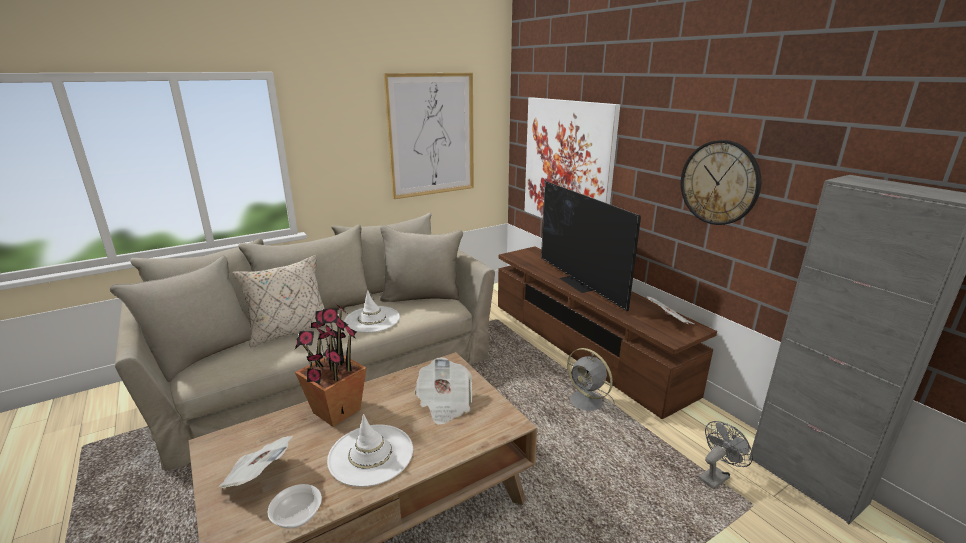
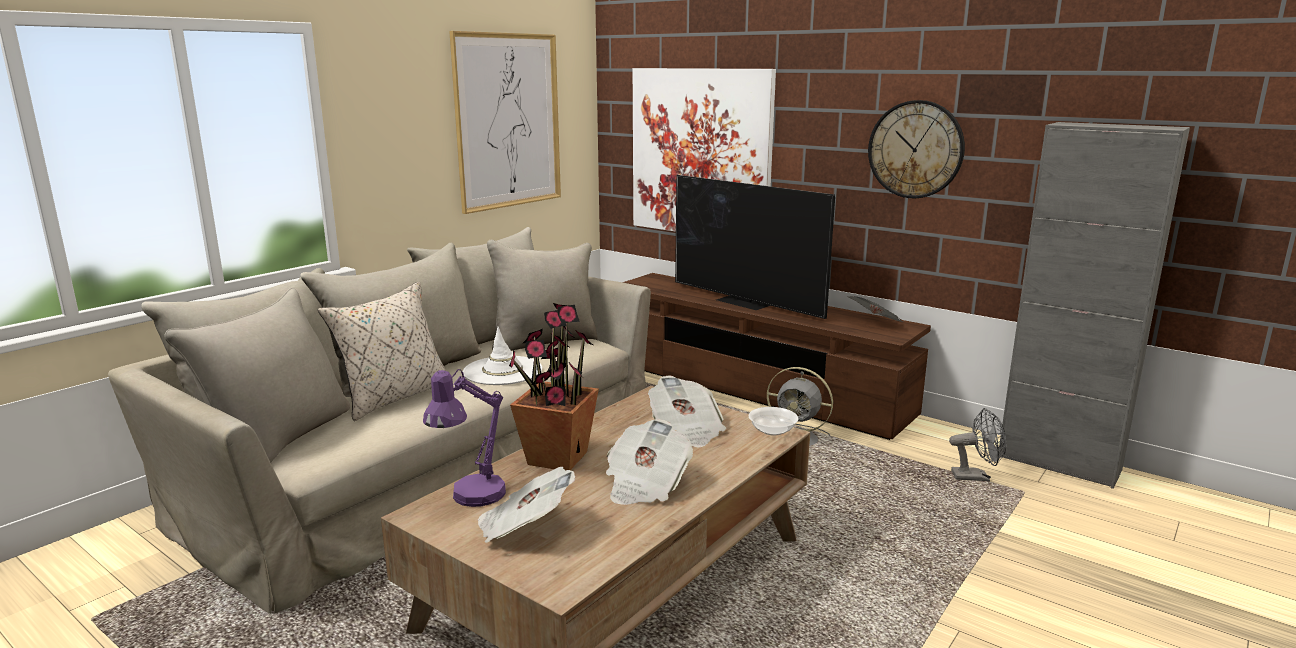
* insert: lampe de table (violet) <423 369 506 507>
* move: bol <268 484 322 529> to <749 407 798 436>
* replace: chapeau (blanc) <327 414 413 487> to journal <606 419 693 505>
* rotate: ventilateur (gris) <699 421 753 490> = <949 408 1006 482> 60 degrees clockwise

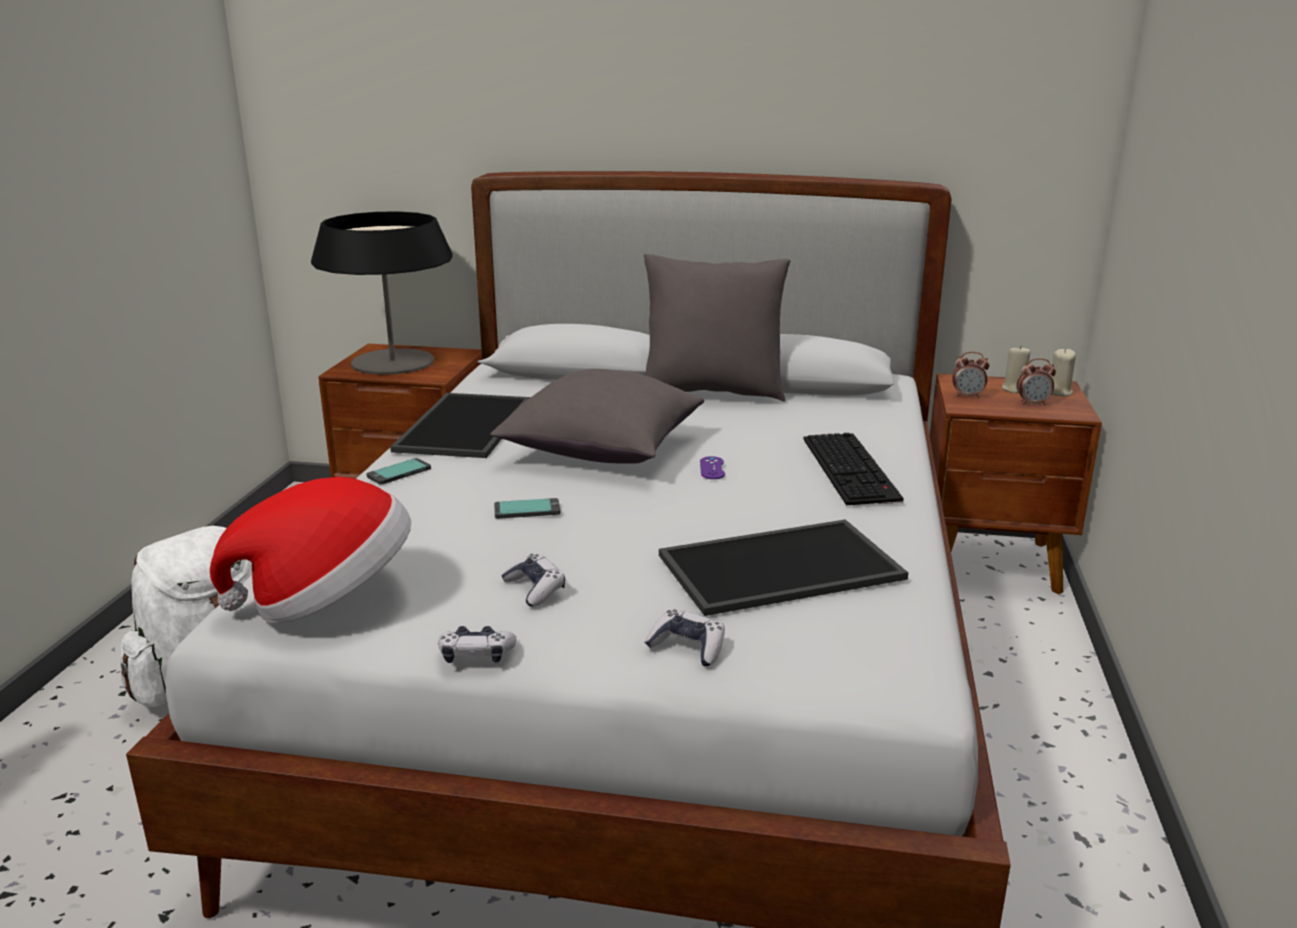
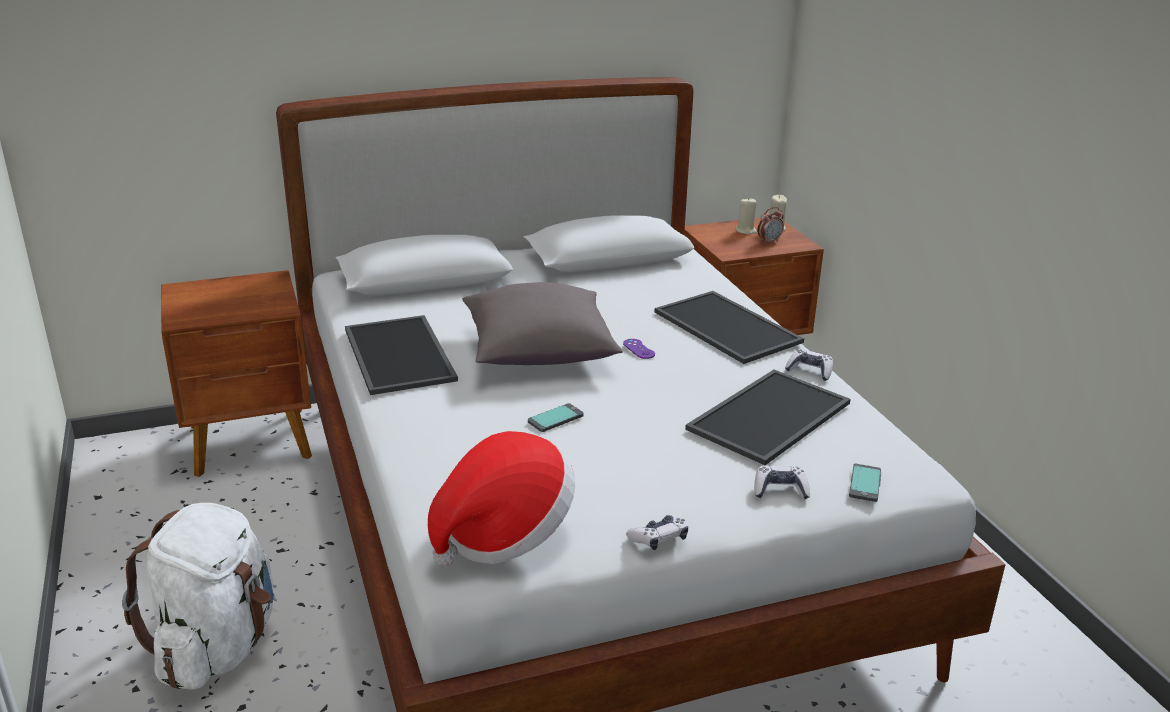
* delete: lampe de table <311 211 452 375>
* delete: coussin (gris) <644 254 791 402>
* delete: réveil <952 352 989 398>
* move: téléphone <366 458 431 485> to <849 464 881 502>
* move: manette <501 554 565 607> to <785 349 833 381>
* replace: clavier <803 433 904 505> to plateau <655 291 804 364>

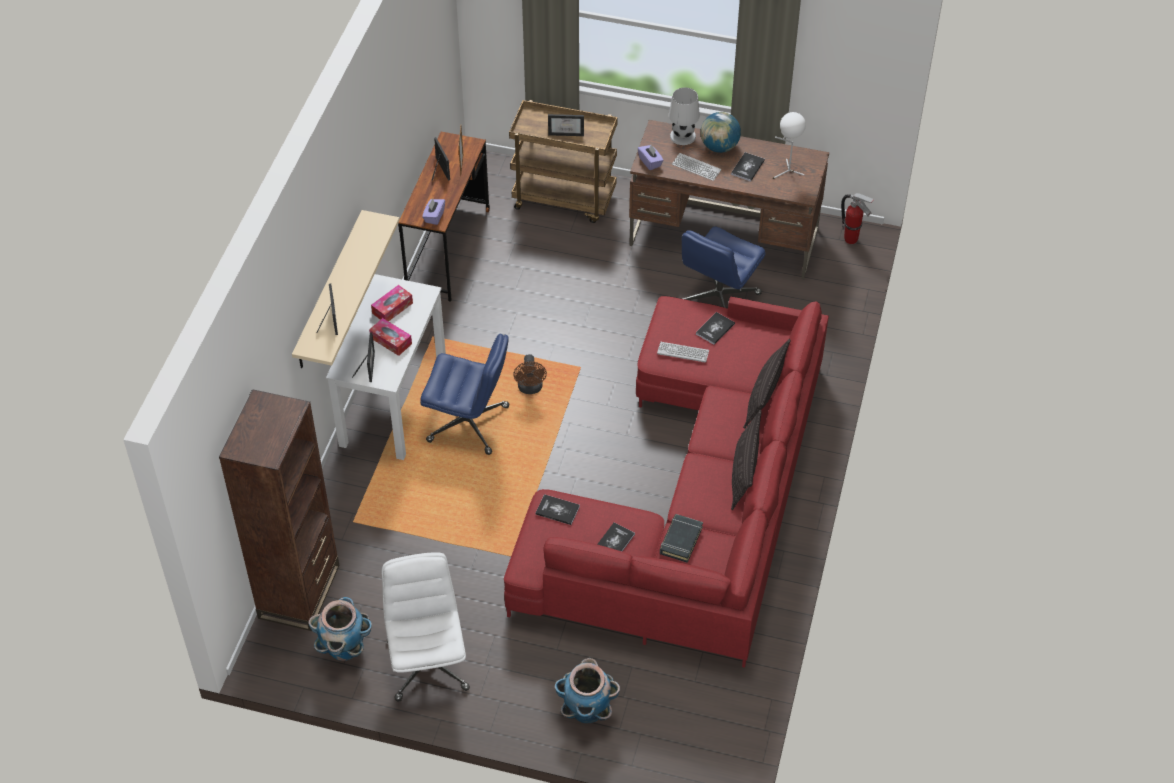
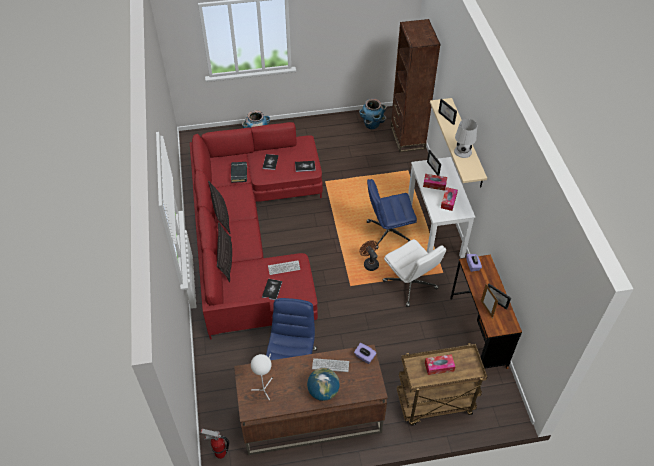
* delete: livre <731 152 765 182>
* move: chaise de bureau (blanc) <382 552 470 701> to <383 239 446 307>
* move: lampe de table (blanc) <669 88 700 145> to <454 119 477 158>
* replace: cadre photo <548 114 584 136> to boîte à mouchoirs <425 354 455 375>

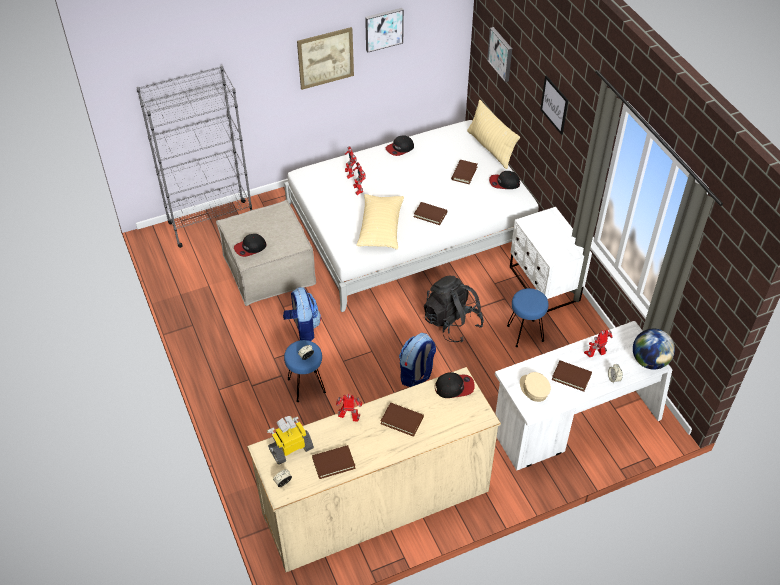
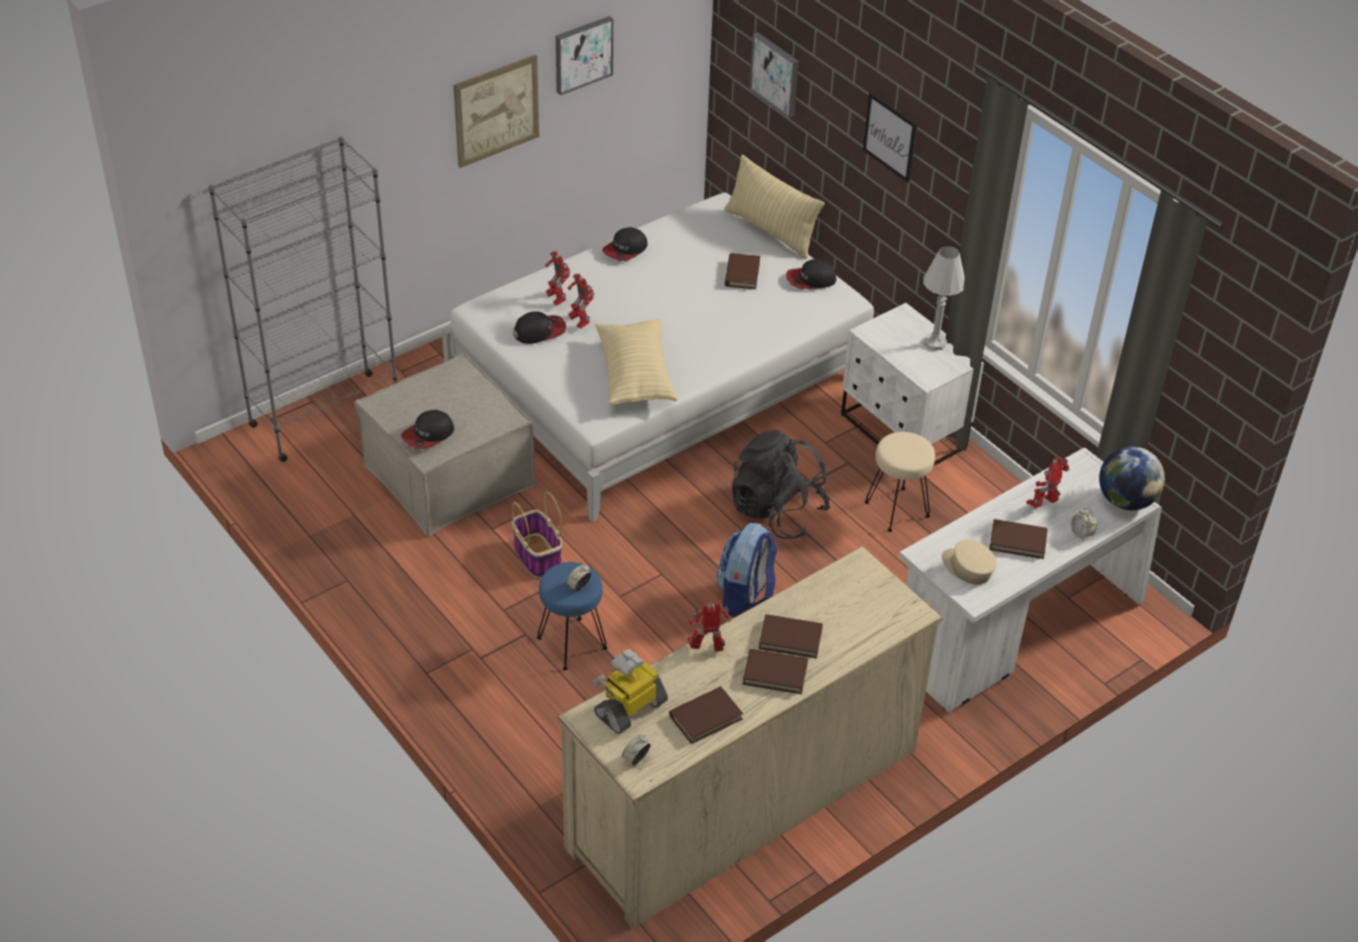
* insert: lampe de table (blanc) <923 246 964 350>
* move: livre (marron) <414 202 447 225> to <743 649 808 694>
* move: casquette <435 372 475 398> to <513 311 566 344>
* replace: sac à dos <283 287 321 341> to panier <512 492 562 578>
* recolor: tabouret (bleu) <507 288 548 347> to tabouret (beige) <865 432 935 532>

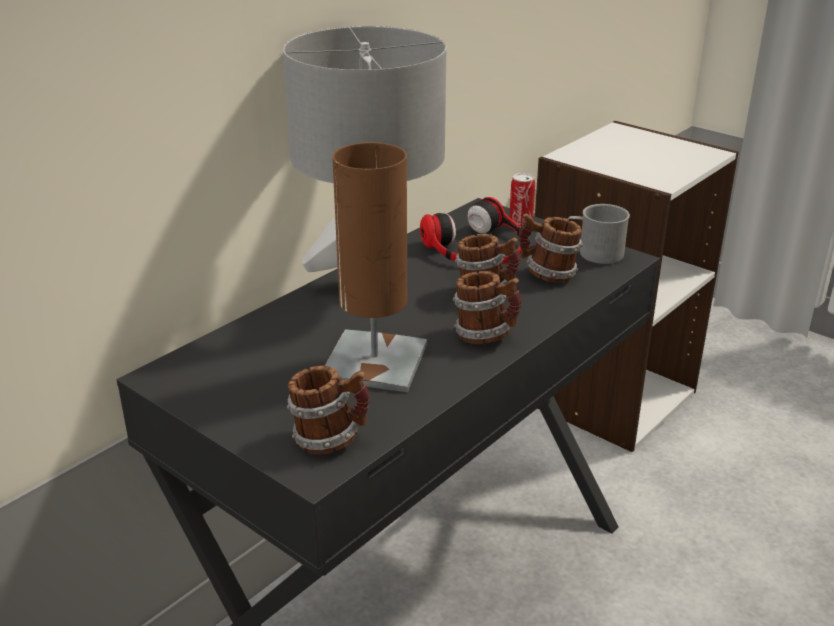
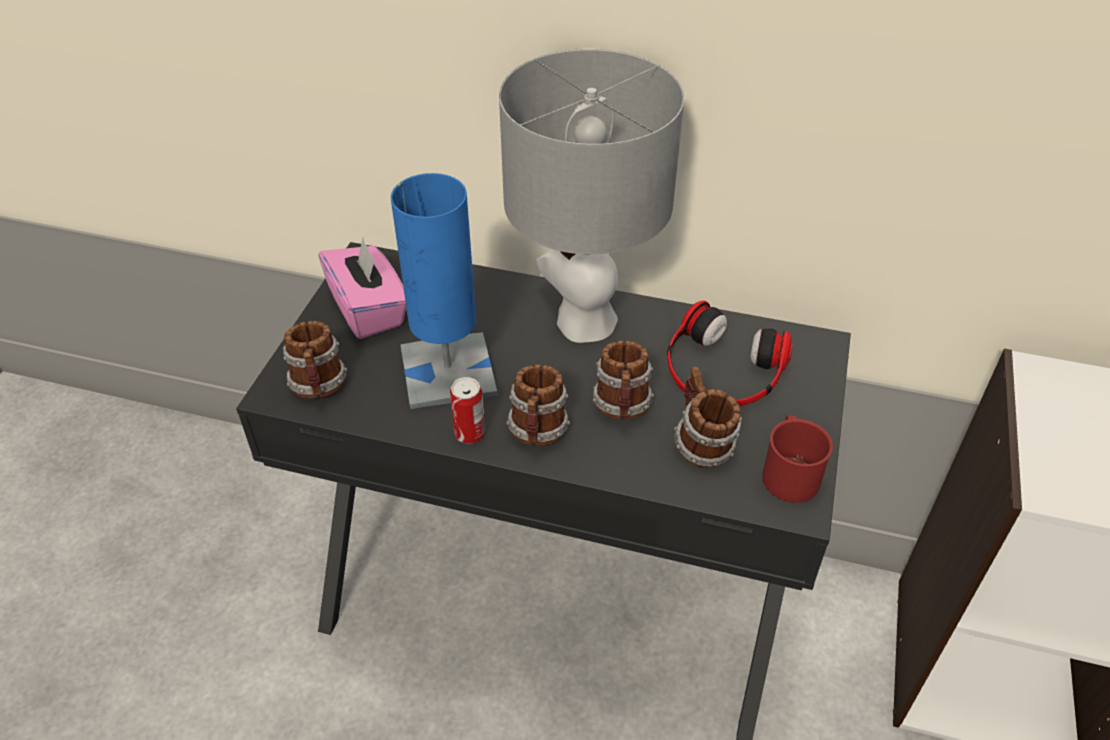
* insert: boîte à mouchoirs (rose) <318 238 406 339>
* move: boîte métallique <509 173 535 227> to <450 377 485 444>
* recolor: lampe de table (marron) <325 142 427 392> to lampe de table (bleu) <391 173 498 409>
* recolor: mug (gris) <568 204 630 264> to mug (rouge) <762 415 833 503>

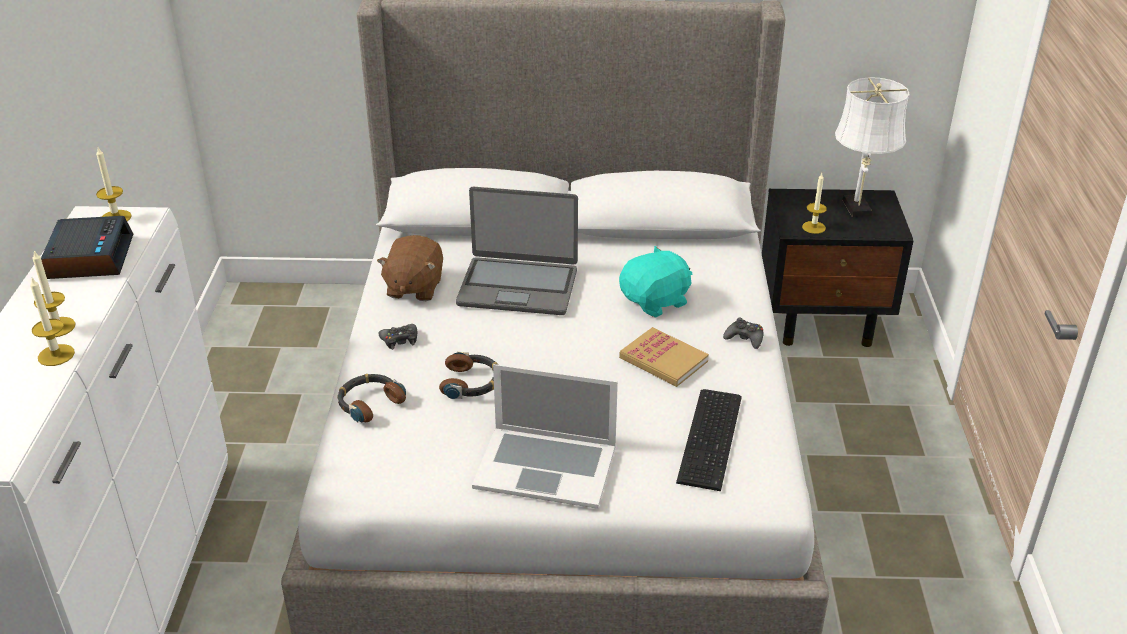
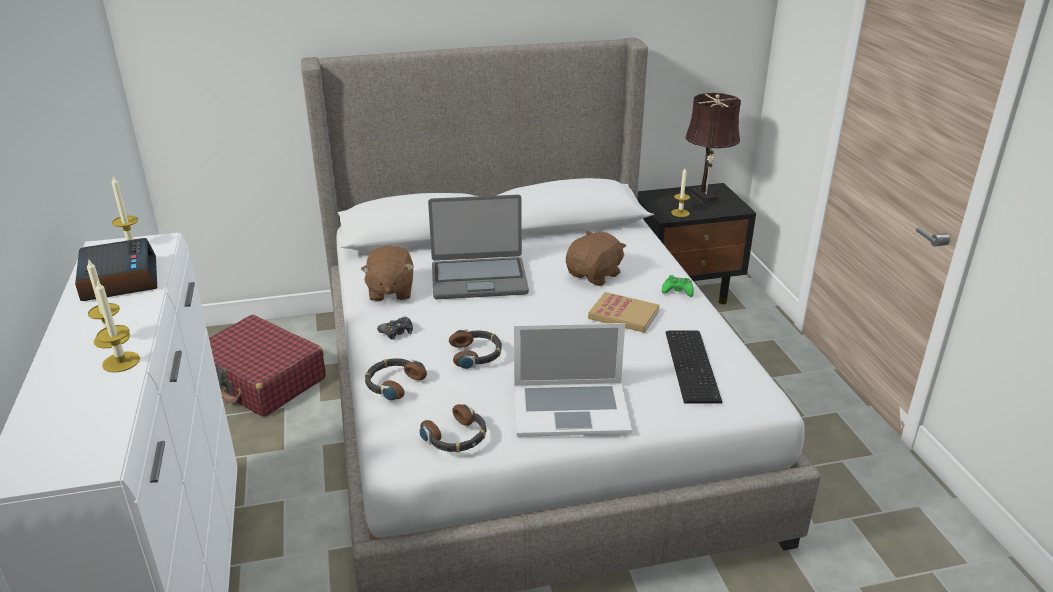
* insert: valise (rouge) <209 315 326 417>
* insert: casque audio <420 404 487 452>
* recolor: peluche (turquoise) <619 246 692 318> to peluche (marron) <566 230 626 286>
* recolor: manette (noir) <723 318 764 349> to manette (vert) <662 275 694 297>
* recolor: lampe de table (blanc) <835 77 910 217> to lampe de table (marron) <686 93 741 203>

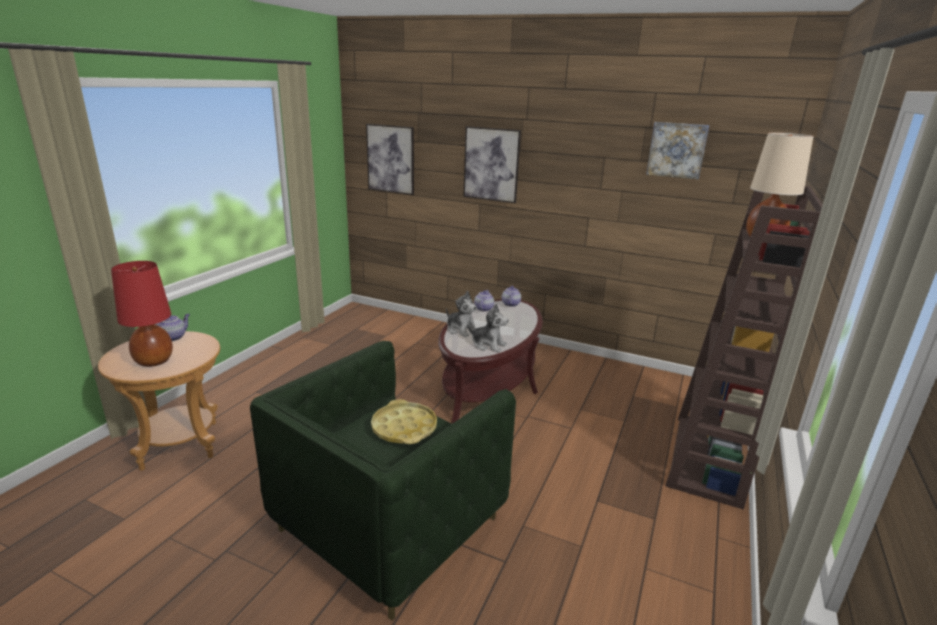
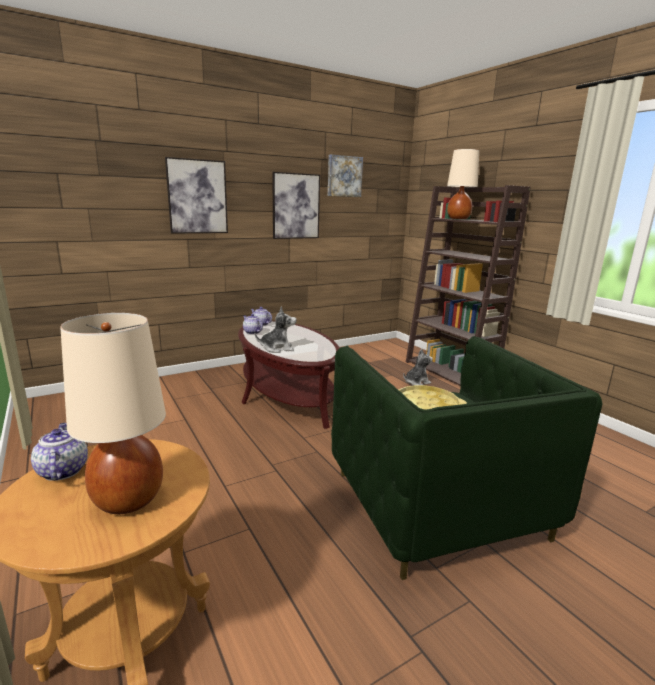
* move: tableau <366 124 414 195> to <272 172 320 239>
* move: peluche <468 304 509 352> to <403 349 433 386>
* recolor: lampe de table (rouge) <111 261 173 367> to lampe de table (beige) <60 313 166 514>

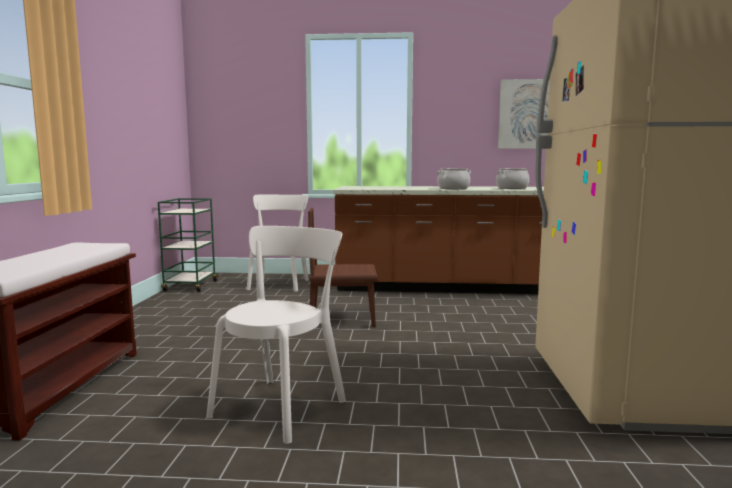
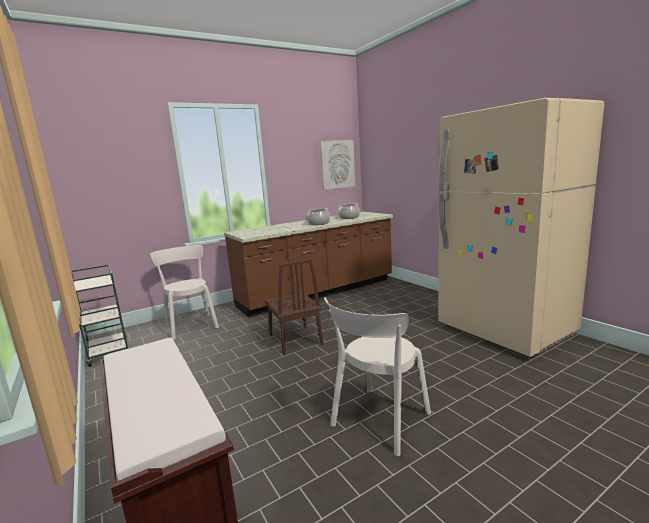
* rotate: chaise (blanc) <206 226 346 444> = <324 297 431 456> 135 degrees counterclockwise
* rotate: chaise (marron) <308 208 378 327> = <265 259 324 355> 75 degrees counterclockwise

